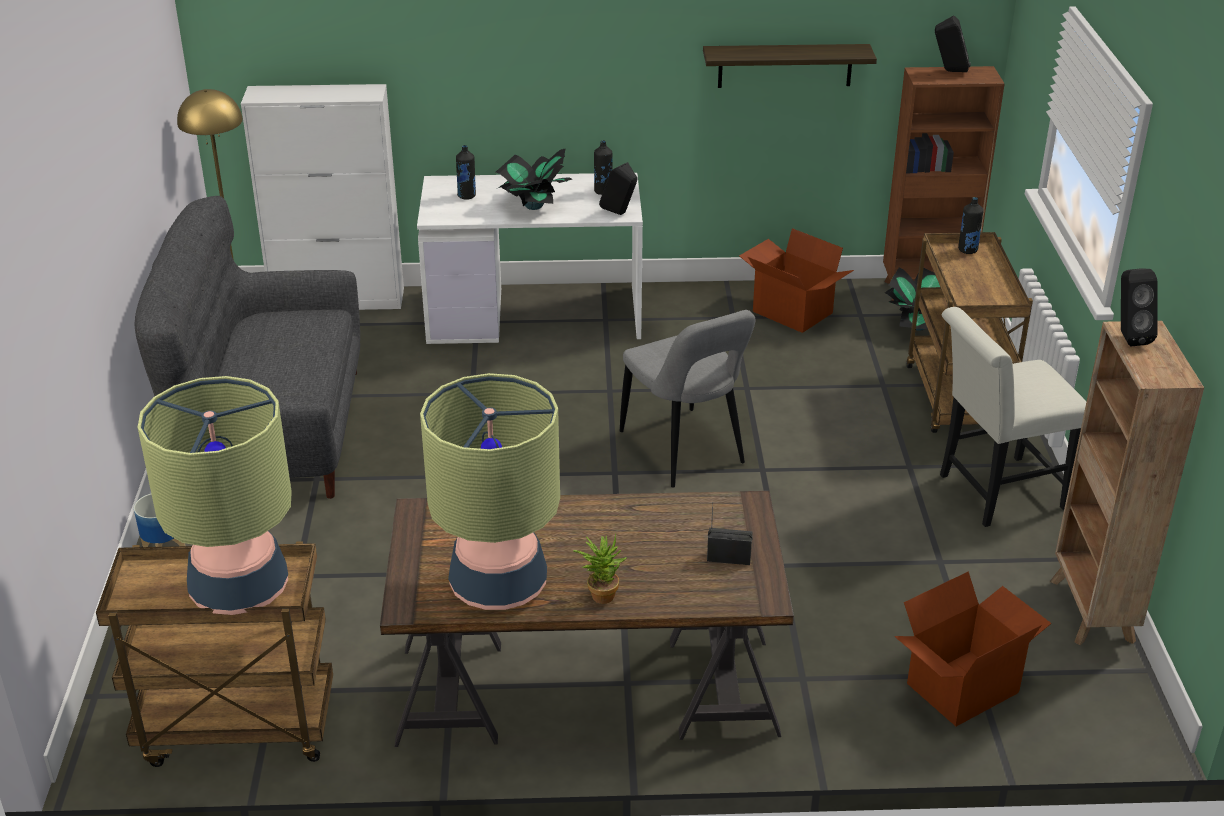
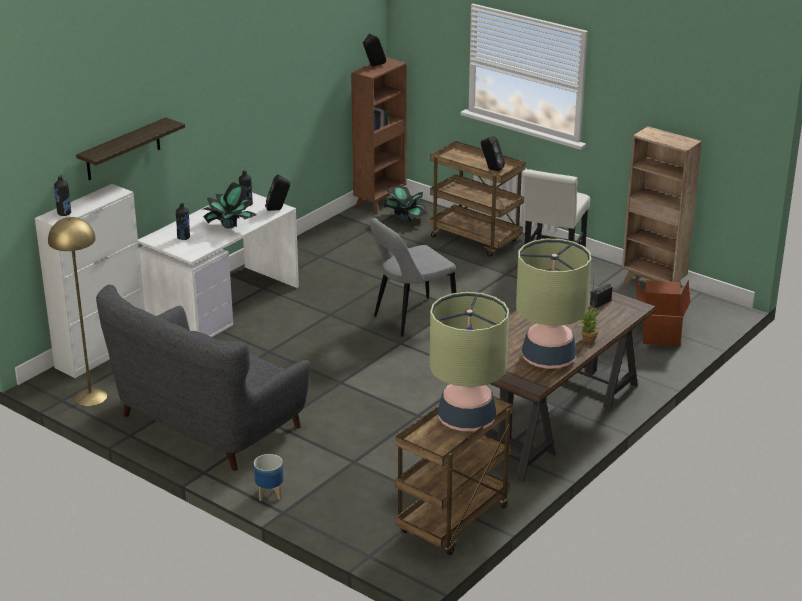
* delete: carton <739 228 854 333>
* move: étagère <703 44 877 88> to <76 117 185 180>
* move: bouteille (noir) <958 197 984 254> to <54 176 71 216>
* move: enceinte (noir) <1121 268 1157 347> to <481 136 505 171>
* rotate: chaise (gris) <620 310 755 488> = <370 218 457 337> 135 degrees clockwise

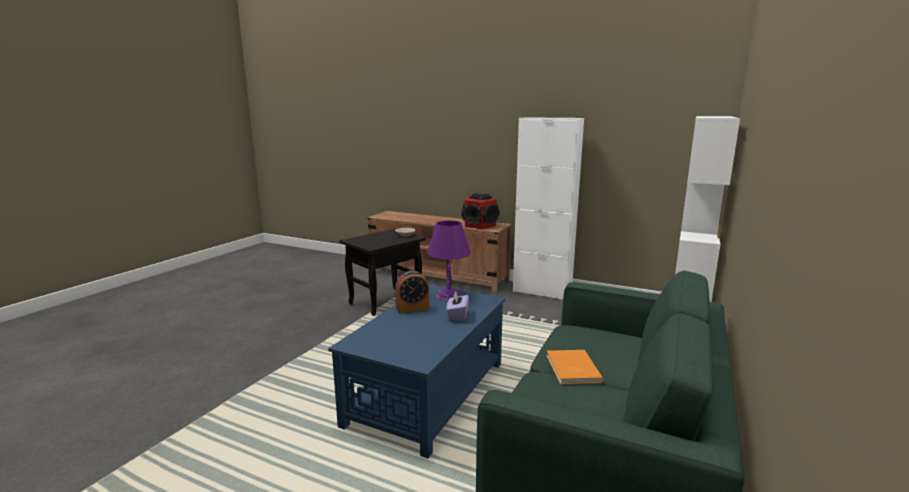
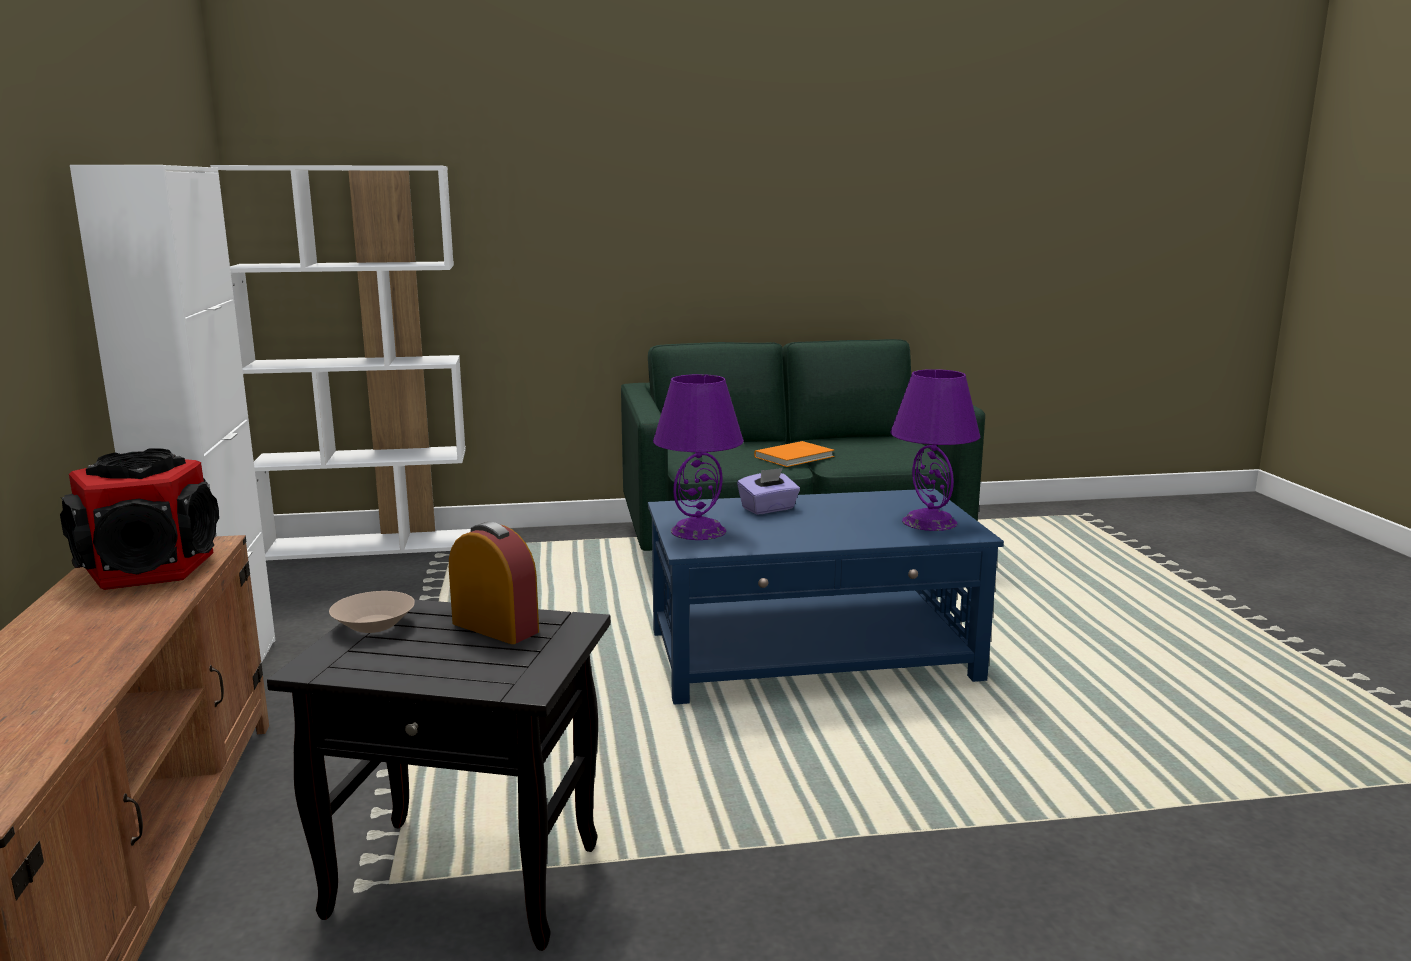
* insert: lampe de table (violet) <890 369 980 531>
* move: réveil <395 270 430 313> to <449 522 539 644>

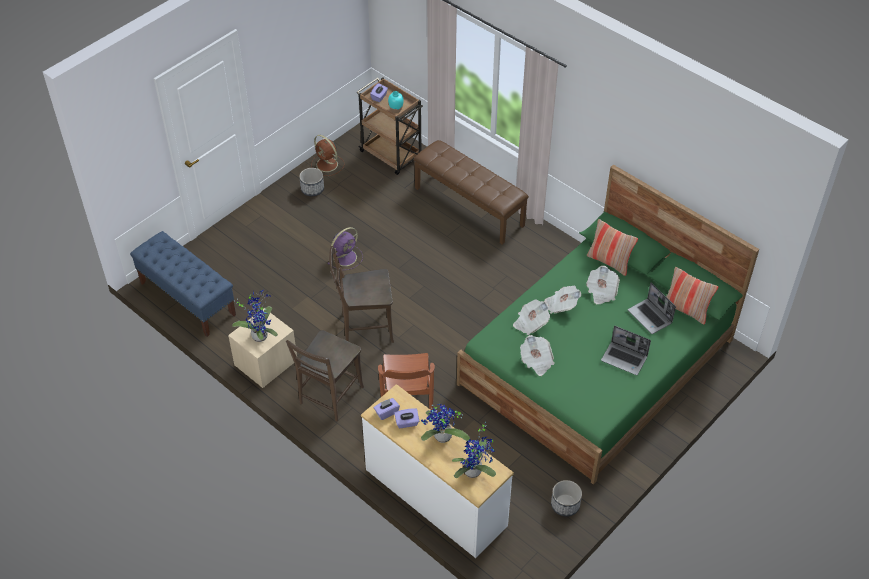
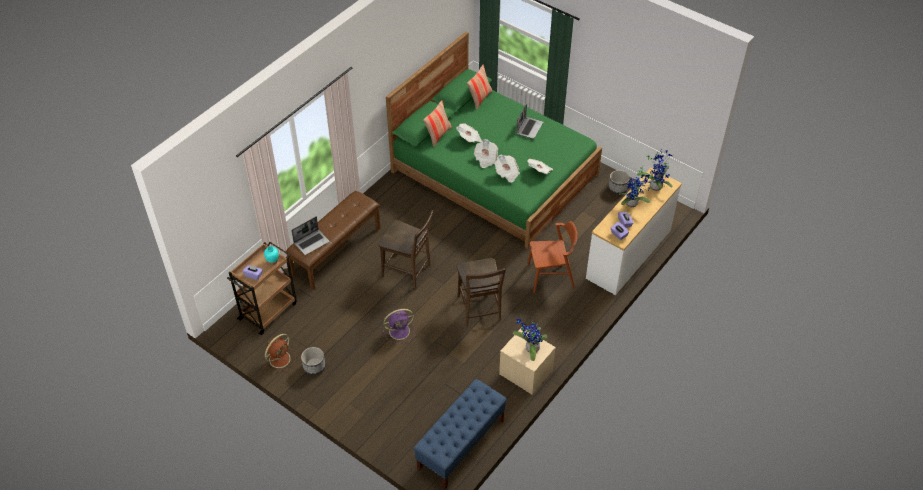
* move: chaise (marron) <286 330 364 421> to <378 210 433 288>
* move: ordinateur portable <628 283 676 334> to <291 216 330 255>
* rotate: ventilateur (violet) <328 227 363 270> = <383 309 415 343> 120 degrees clockwise

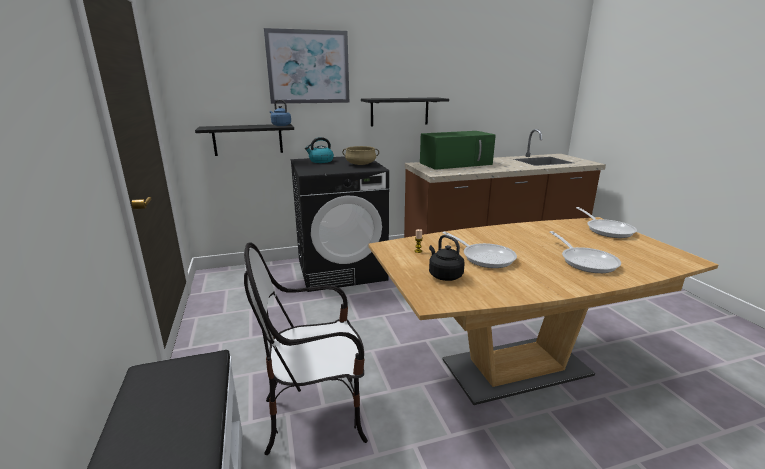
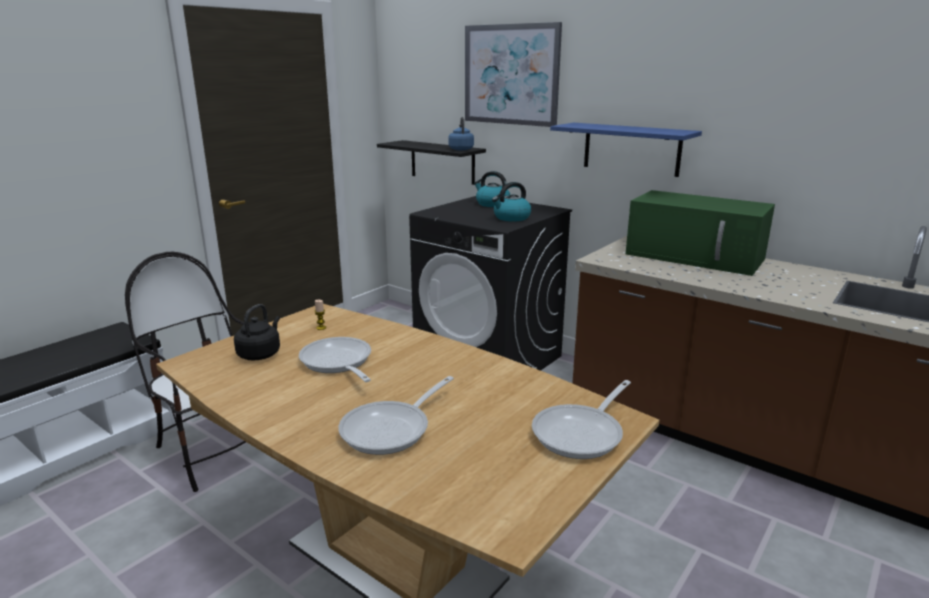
* replace: marmite (beige) <342 146 379 165> to bouilloire <492 182 531 221>
* recolor: étagère (noir) <361 97 449 126> to étagère (bleu) <550 123 702 177>
* rotate: poêle <442 231 517 268> = <299 337 371 382> 135 degrees clockwise

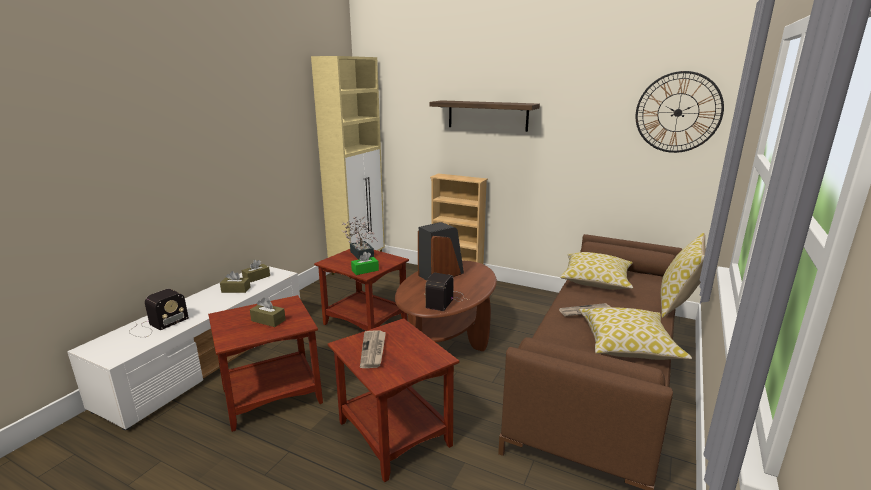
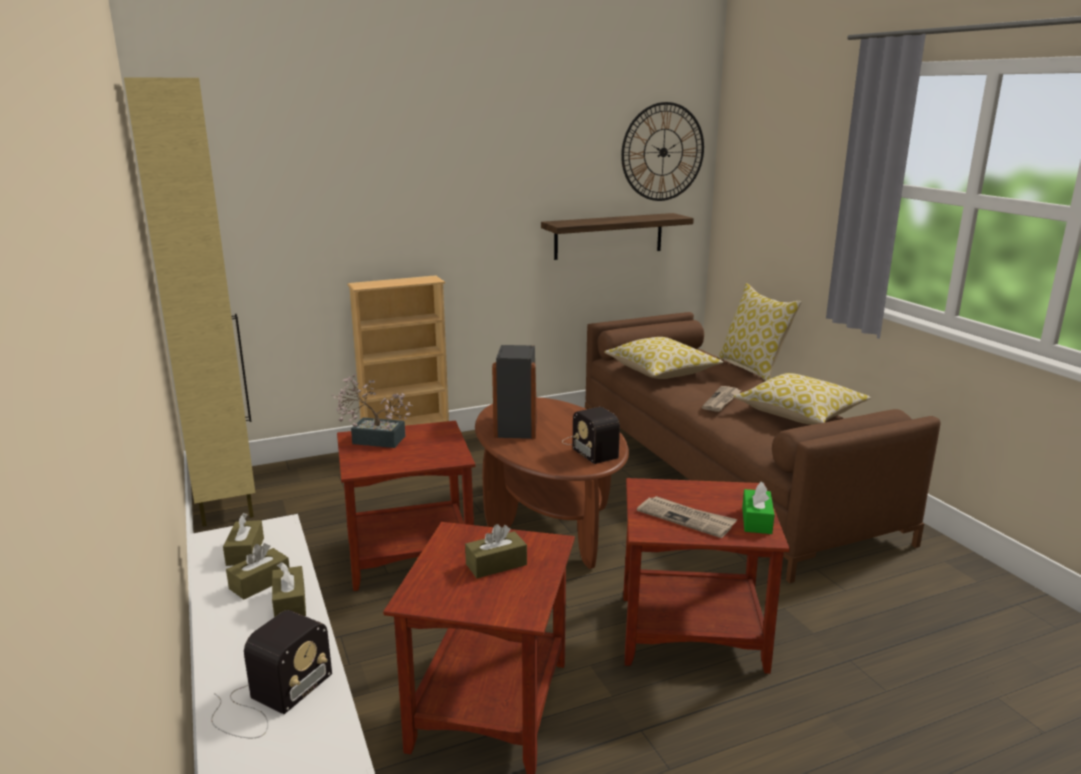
* insert: boîte à mouchoirs (marron) <272 562 306 617>
* move: boîte à mouchoirs (vert) <351 252 379 275> to <742 482 774 534>
* move: étagère <429 100 540 132> to <541 213 694 260>
* rotate: radio <129 289 189 337> = <211 610 332 738> 45 degrees clockwise

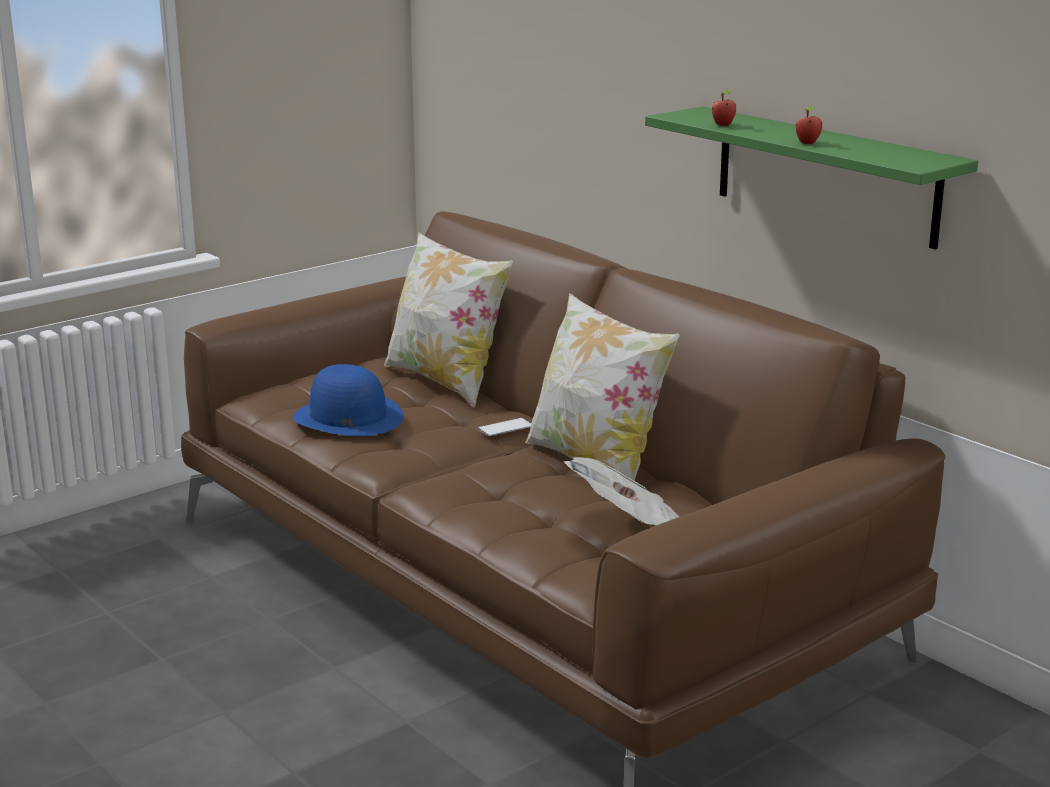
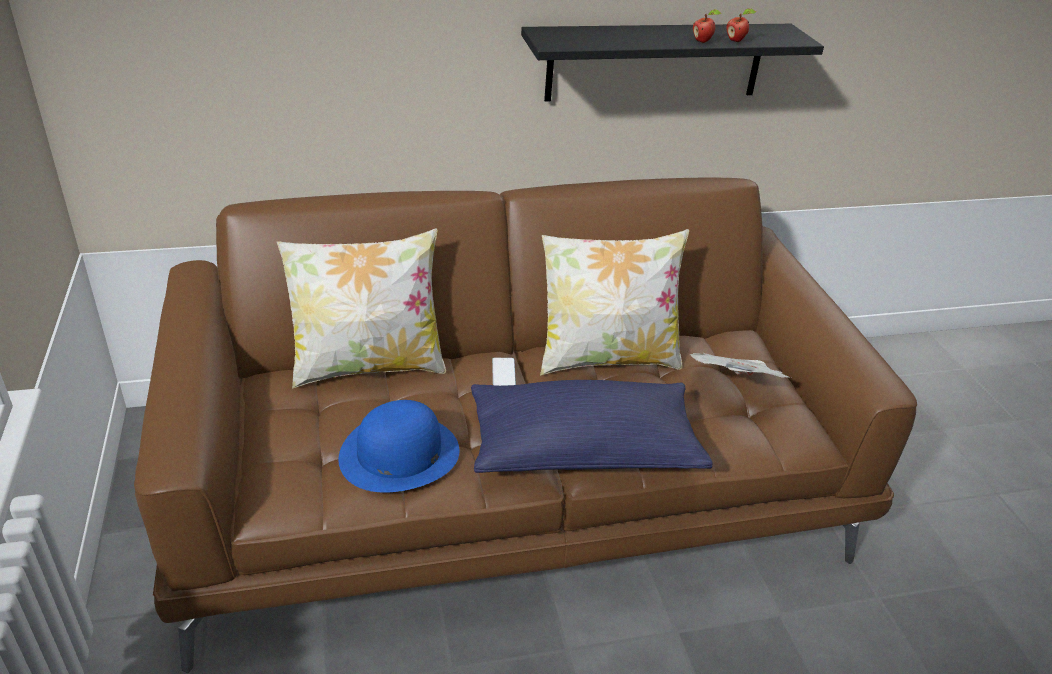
* insert: coussin (bleu) <471 380 713 473>
* move: pomme <712 89 736 126> to <726 8 756 42>
* recolor: étagère (vert) <645 106 978 250> to étagère (noir) <521 24 824 102>

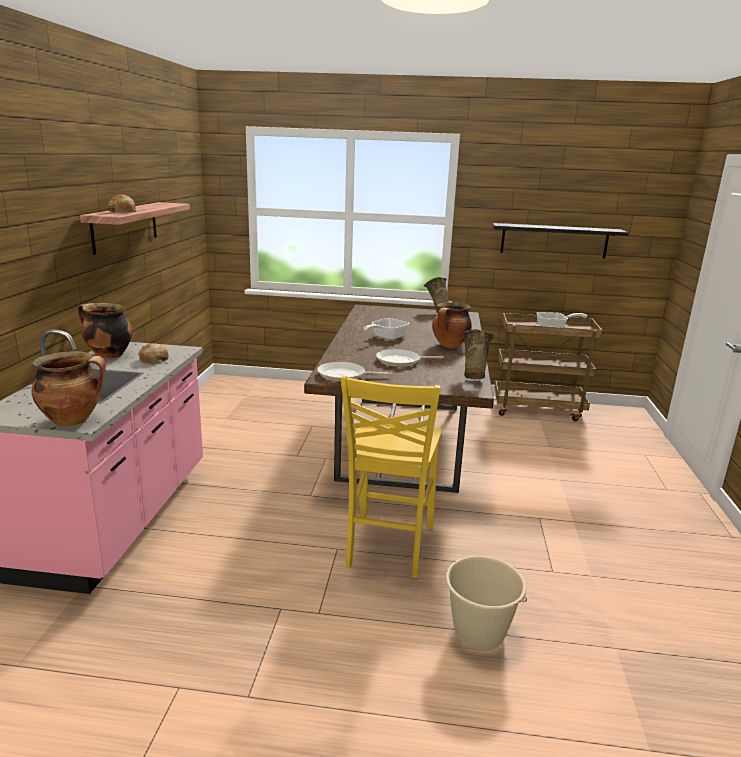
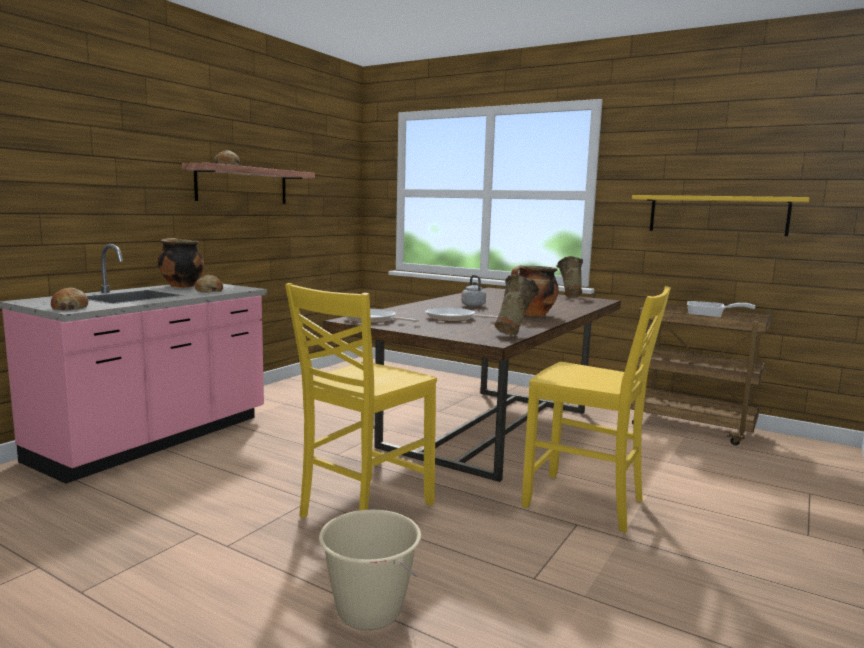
* insert: chaise (jaune) <522 286 671 533>
* replace: marmite <31 351 106 426> to pain <51 288 88 310>
* replace: poêle <363 318 409 340> to bouilloire (gris) <461 275 486 307>
* recolor: étagère (noir) <492 223 629 258> to étagère (jaune) <632 195 810 236>

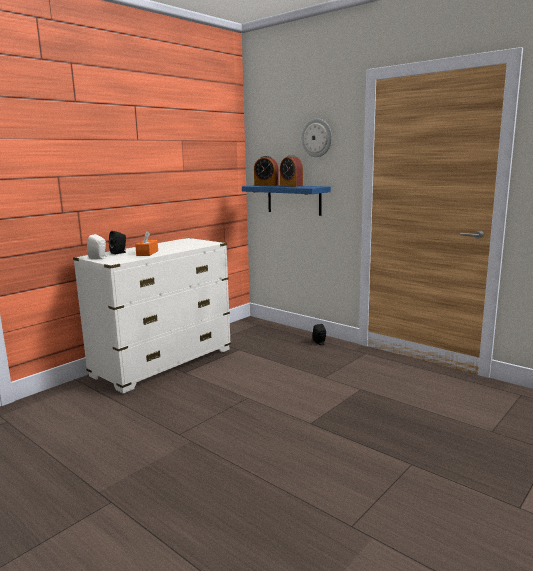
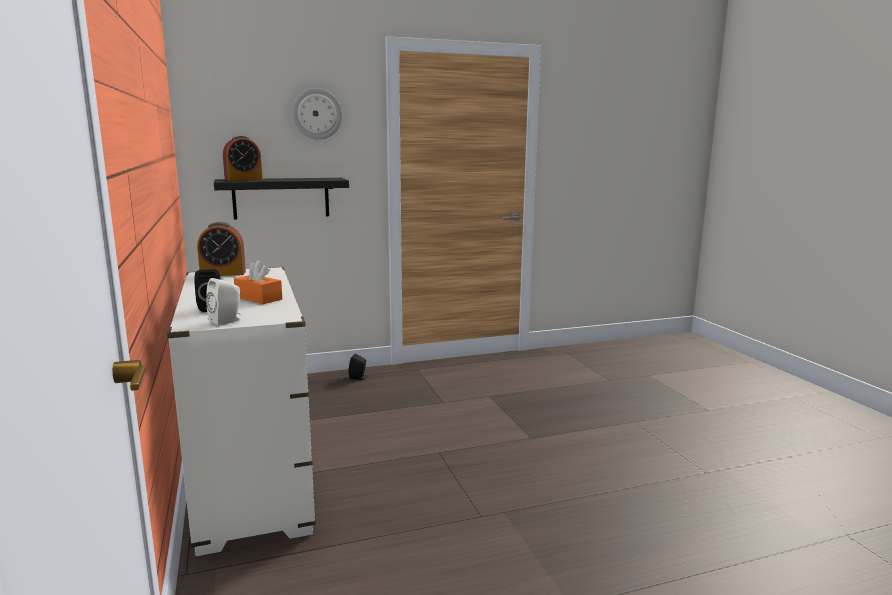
* move: réveil <280 155 303 187> to <197 222 246 276>
* recolor: étagère (bleu) <242 185 331 216> to étagère (noir) <214 178 349 219>

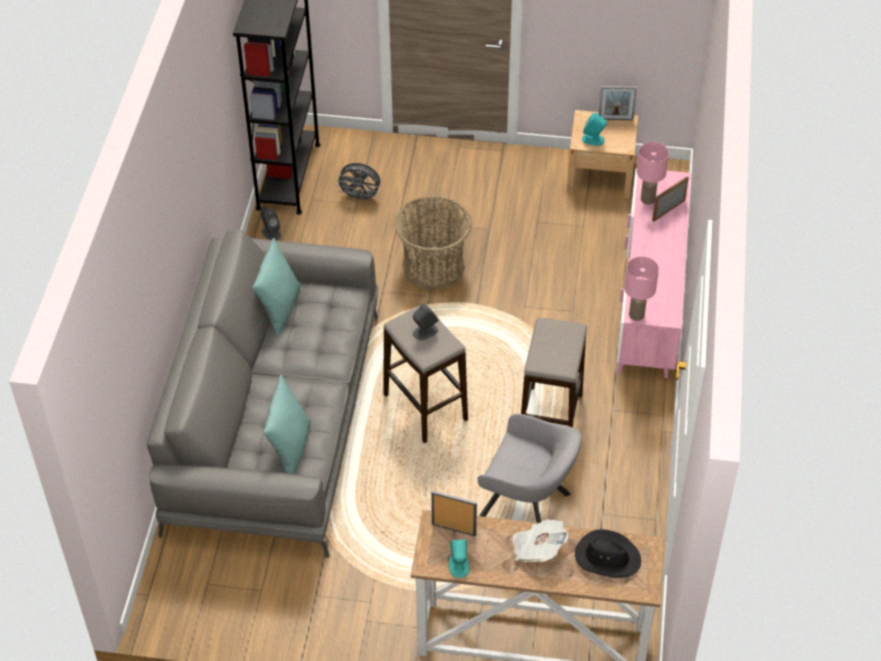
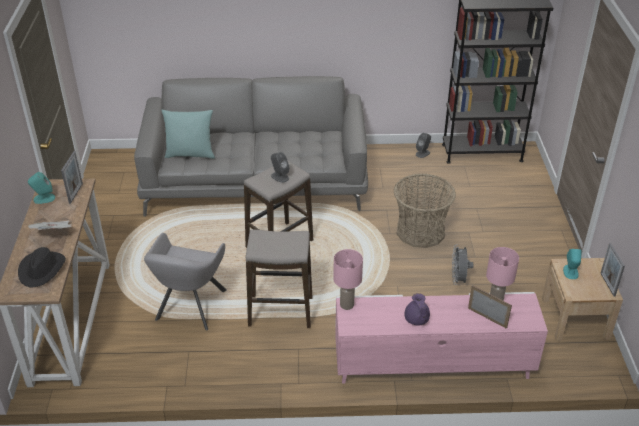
* delete: coussin (turquoise) <252 238 301 335>
* insert: théière (violet) <404 293 430 325>
* move: ventilateur (gris) <335 163 381 202> to <452 245 473 285>

